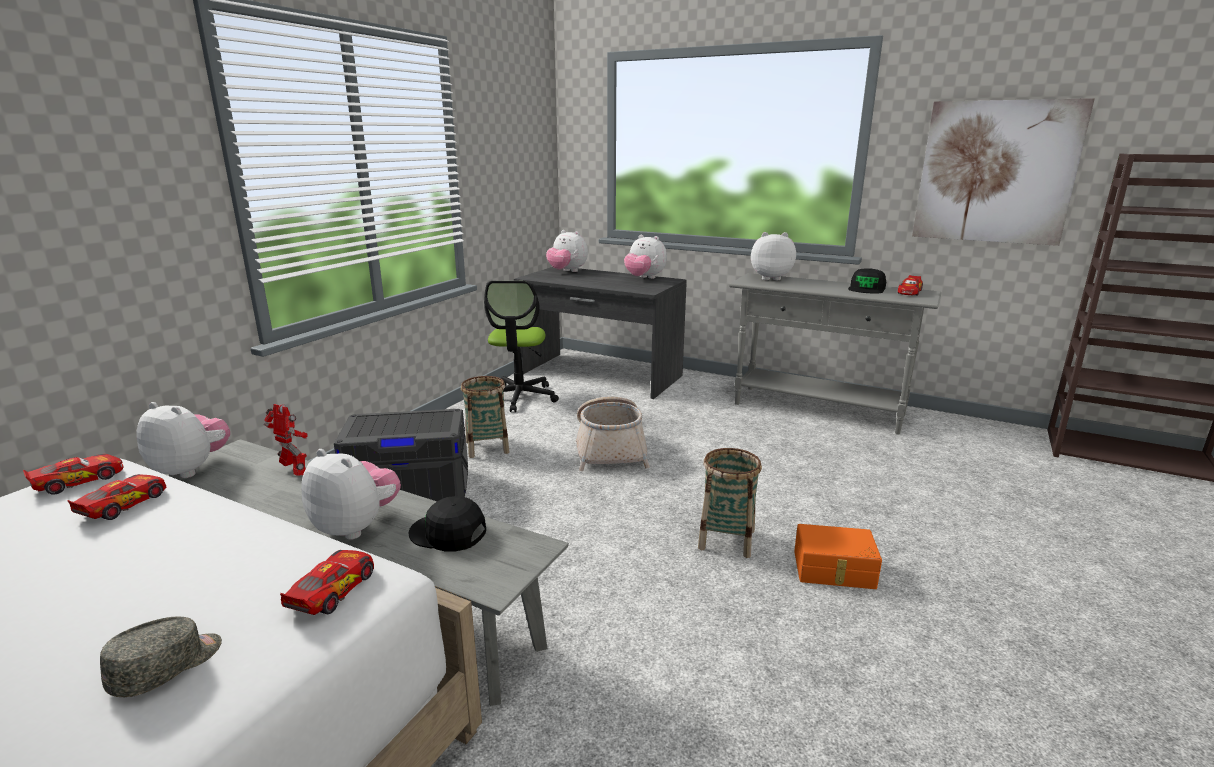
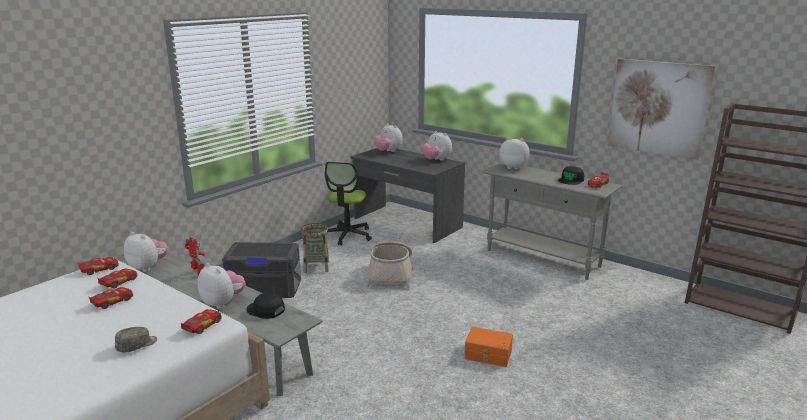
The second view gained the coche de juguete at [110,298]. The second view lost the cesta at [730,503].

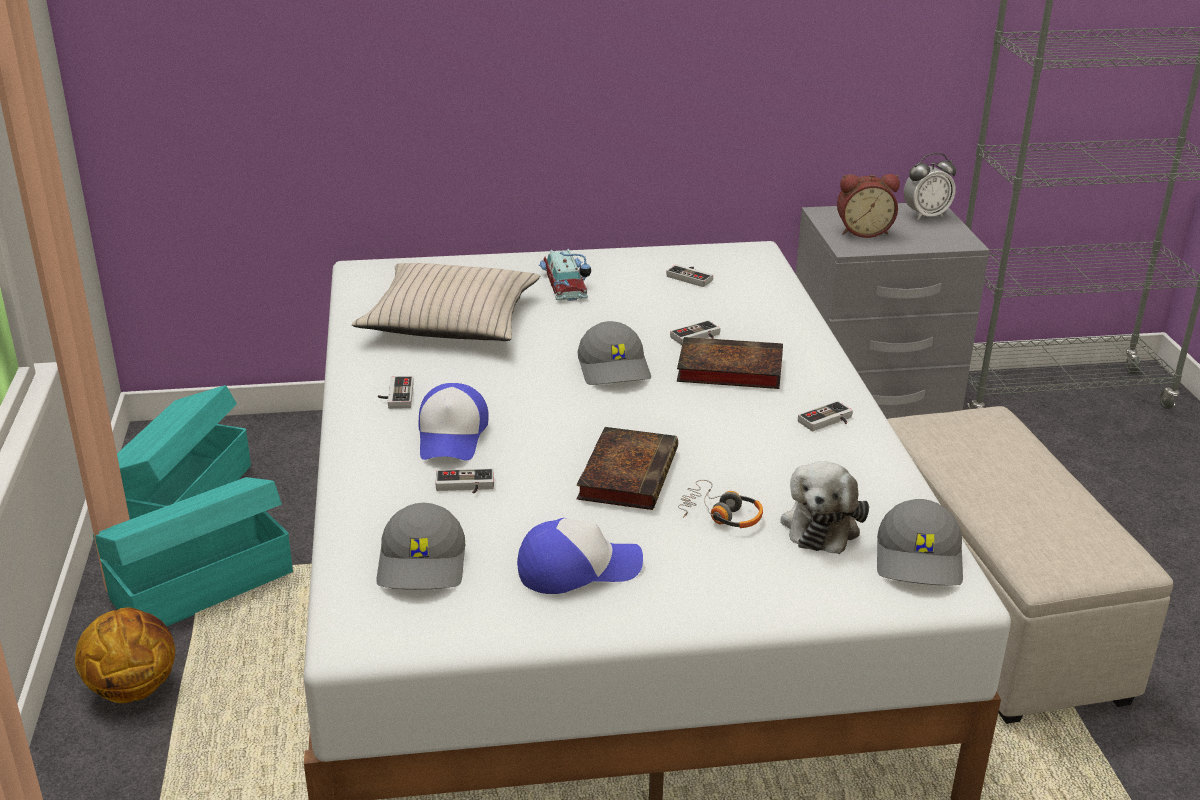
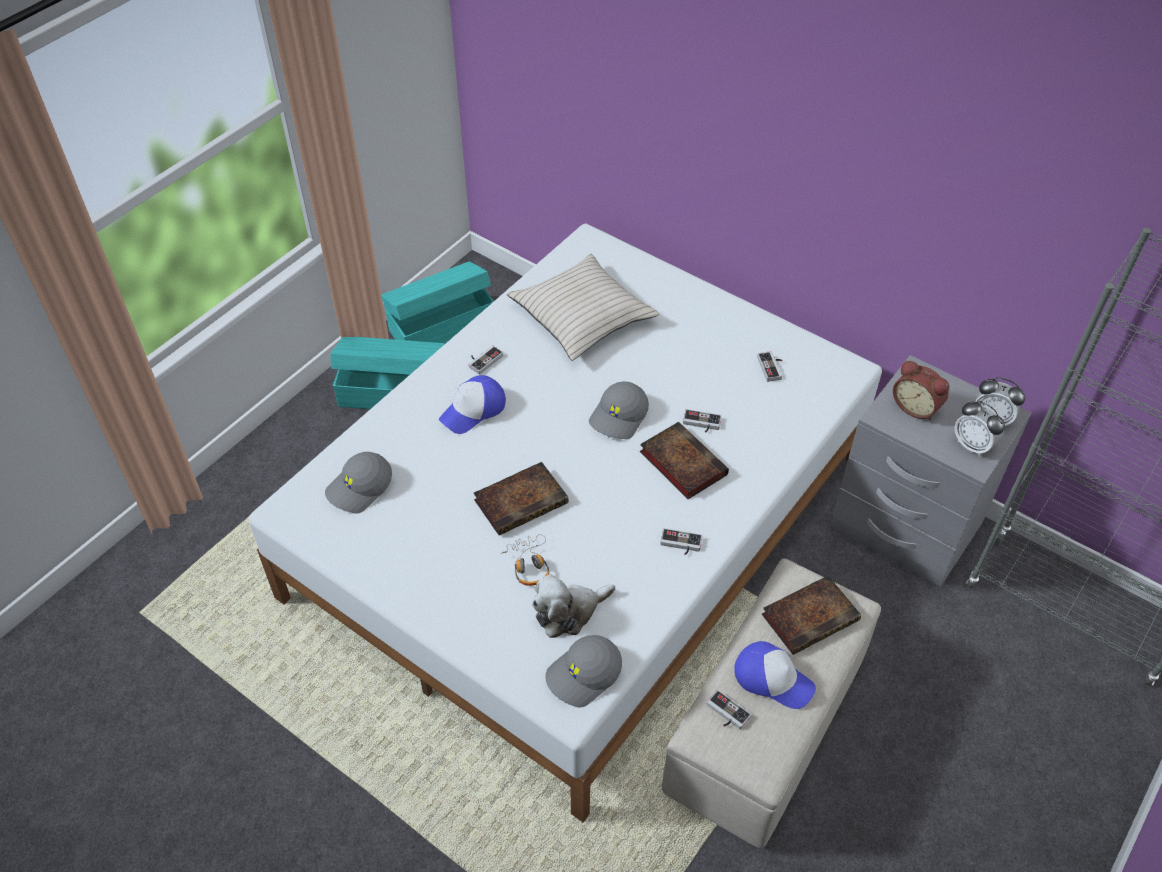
The mando de consola ended up elsewhere, having gone from [465,481] to [729,709]. The gorra ended up elsewhere, having gone from [580,556] to [775,675]. The second view gained the libro at [811,615]. The second view gained the despertador at [980,429]. The second view lost the balón de baloncesto at [125,655]. The second view lost the coche de juguete at [564,275].

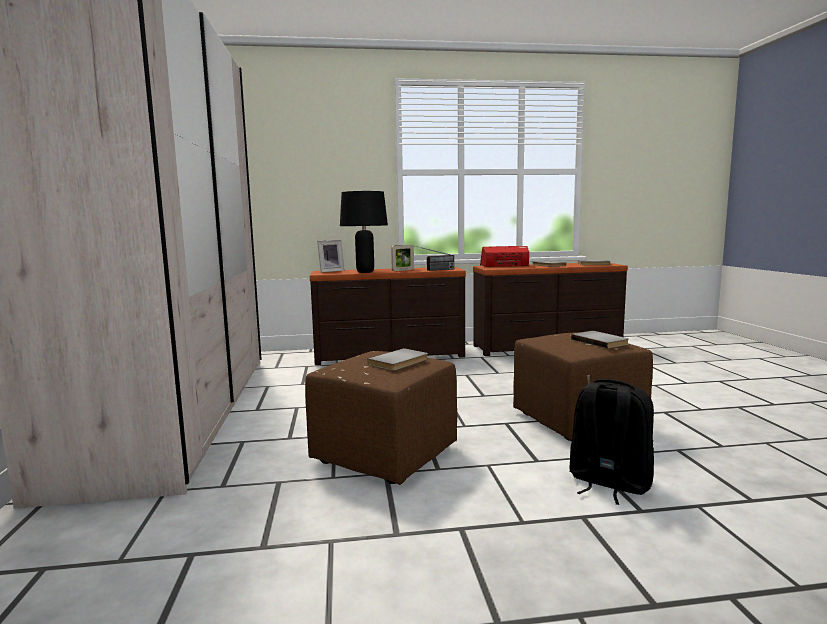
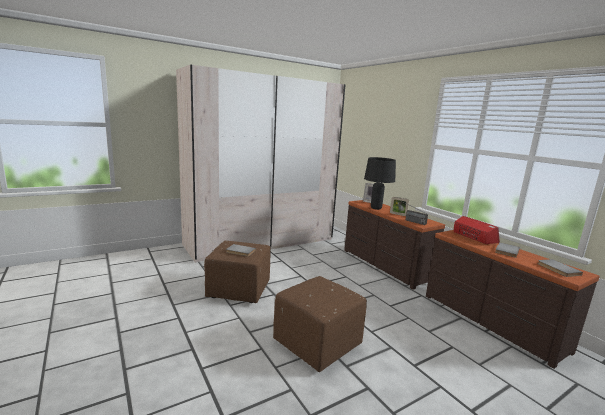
The second view lost the mochila [negro] at [611,442]. The second view lost the libro [gris] at [600,339].

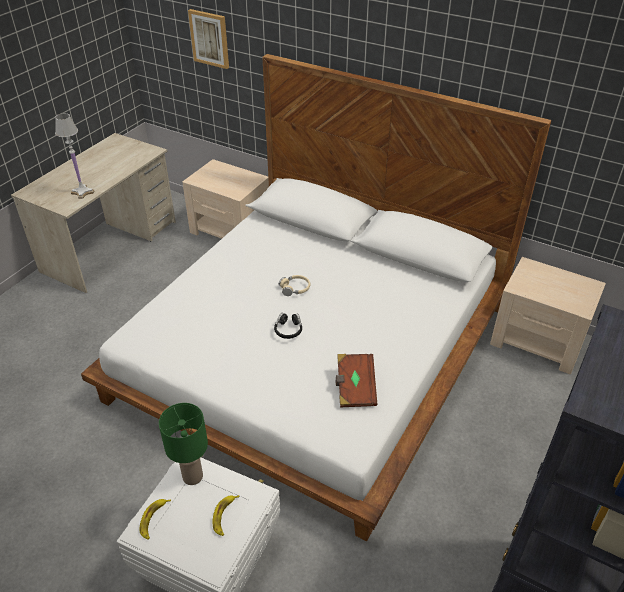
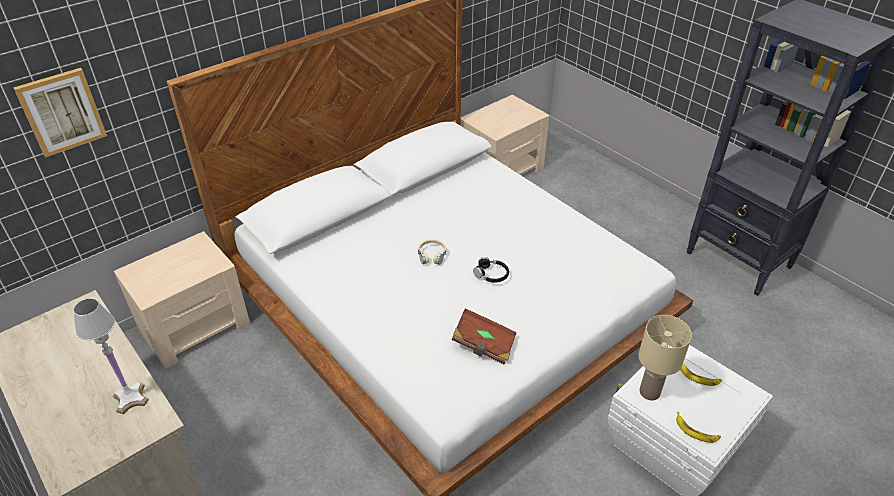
The libro [marrón] ended up elsewhere, having gone from [357,380] to [484,336]. What was the lámpara de mesa [verde] at [183,444] turned into the lámpara de mesa [beis] at [665,358].

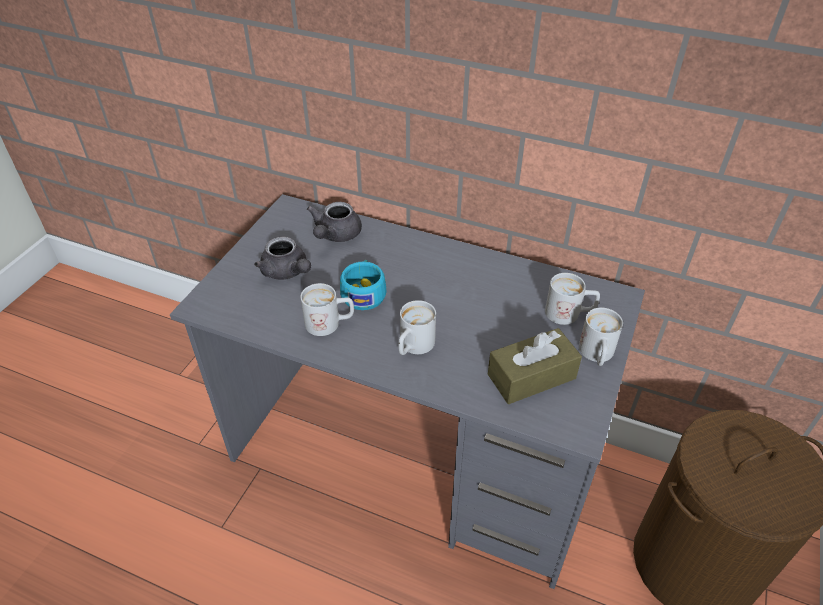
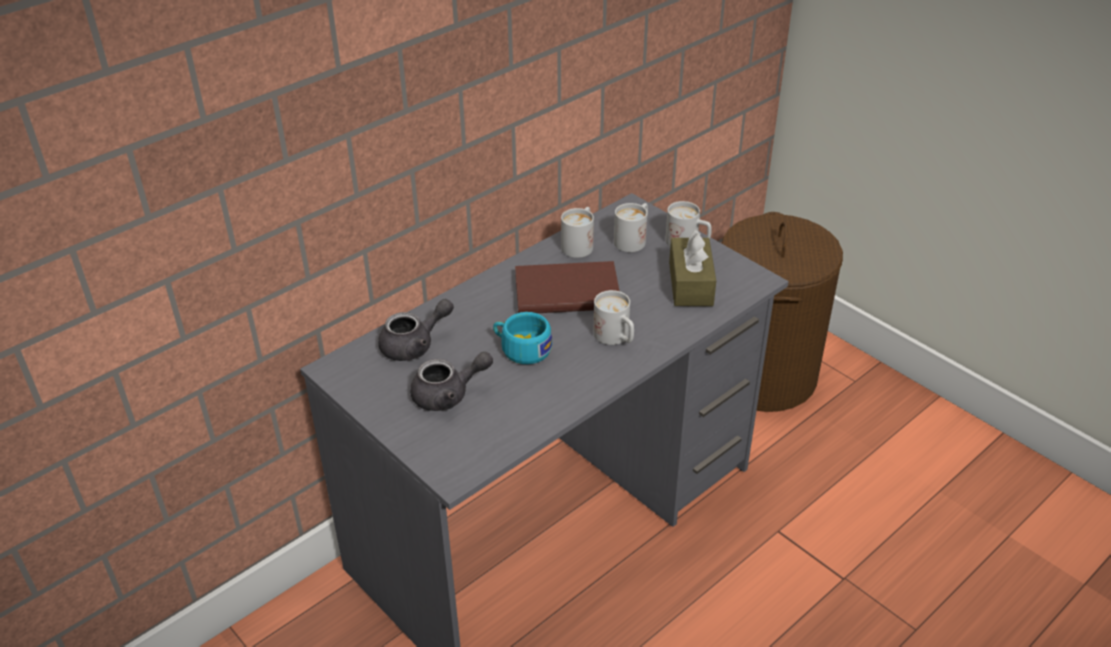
The tetera [gris] at [334,222] ended up facing another way, 75 degrees counterclockwise from before. The second view gained the libro [marrón] at [567,287]. The taza grande [blanco] ended up elsewhere, having gone from [327,309] to [577,232].

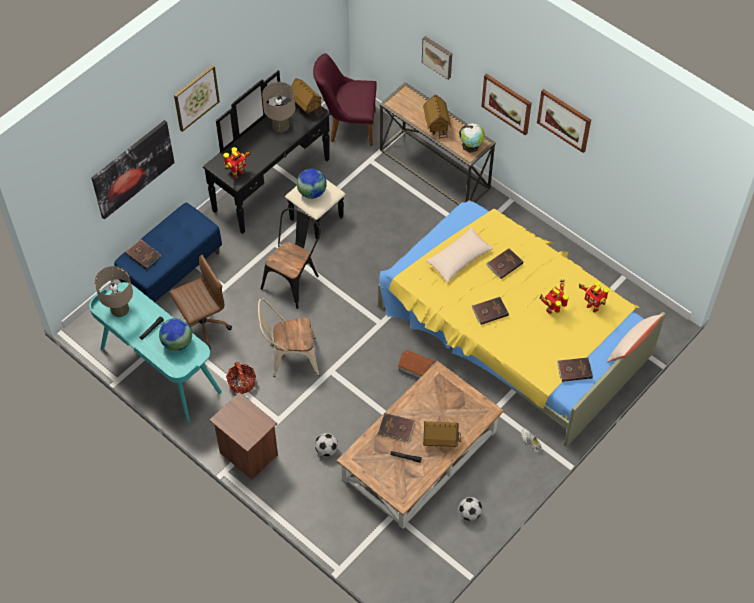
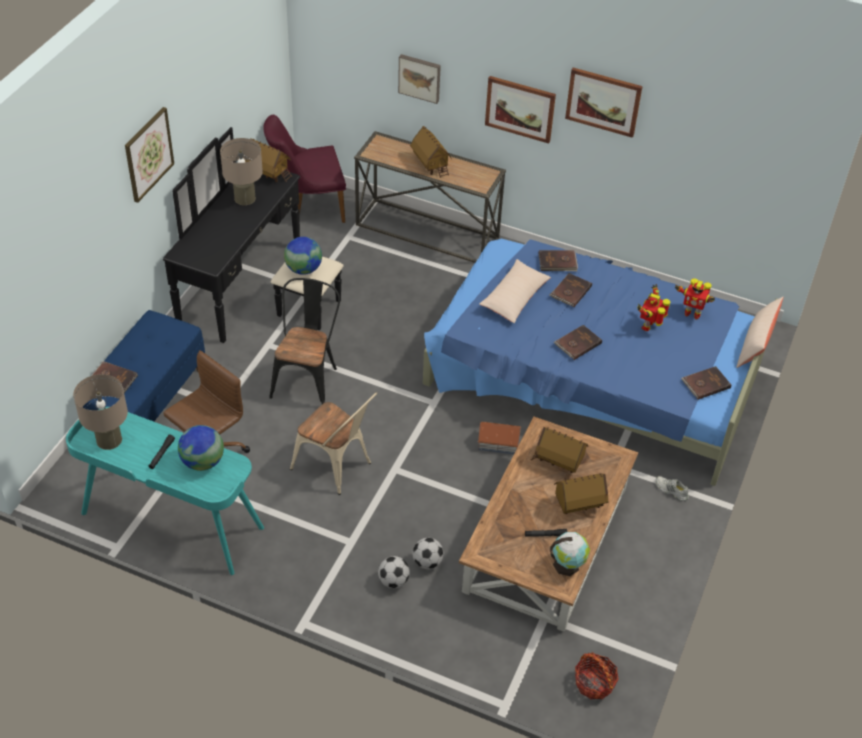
The silla [beis] at [288,337] ended up facing another way, 120 degrees counterclockwise from before. The balón de fútbol ended up elsewhere, having gone from [470,509] to [394,572]. What was the cama [amarillo] at [521,323] turned into the cama [azul] at [600,362]. The second view gained the casita at [559,450]. The libro [marrón] ended up elsewhere, having gone from [396,427] to [558,260]. The globo terráqueo ended up elsewhere, having gone from [471,138] to [570,554]. The cesta ended up elsewhere, having gone from [241,378] to [597,675]. The second view lost the cuadro at [133,170]. The second view lost the mesita de noche [marrón] at [244,436]. The second view lost the robot de juguete at [237,162].

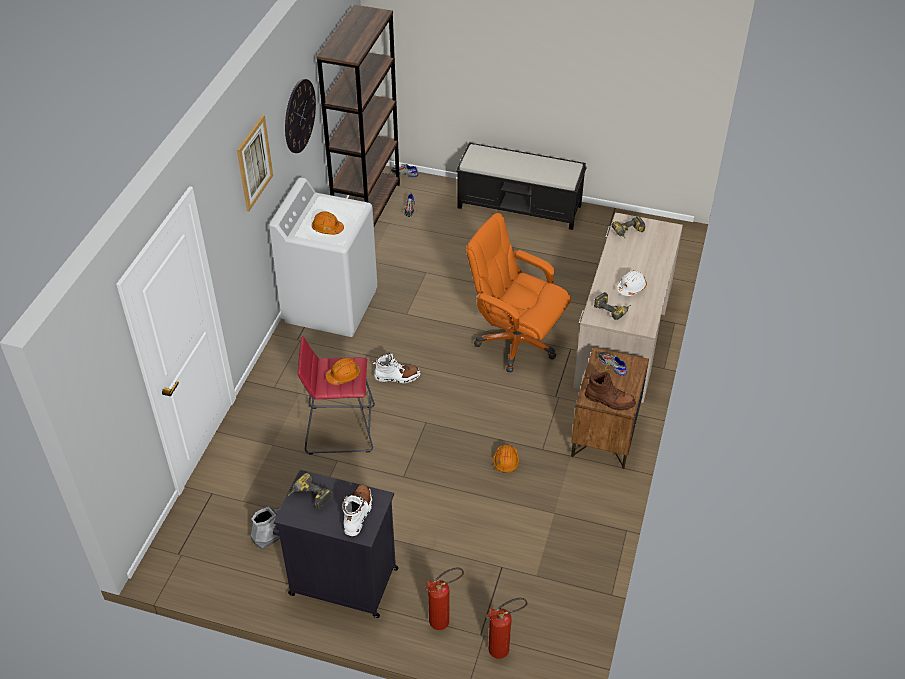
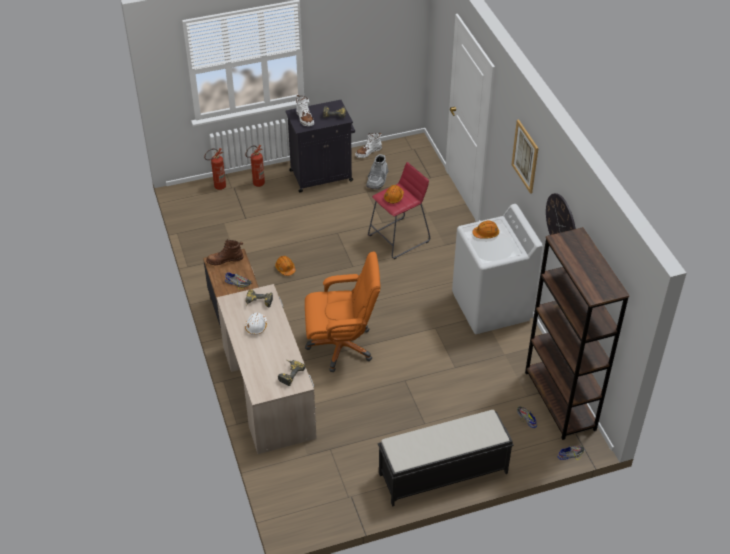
The bota [blanco] ended up elsewhere, having gone from [396,368] to [368,145].

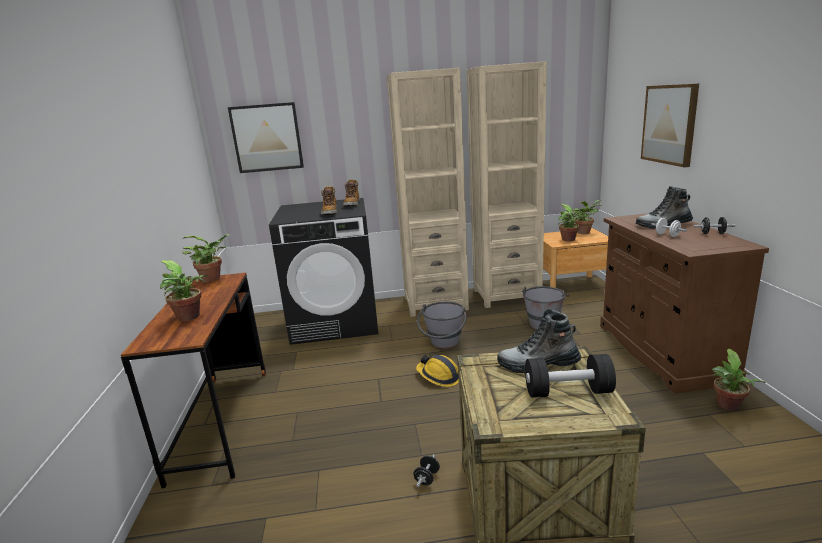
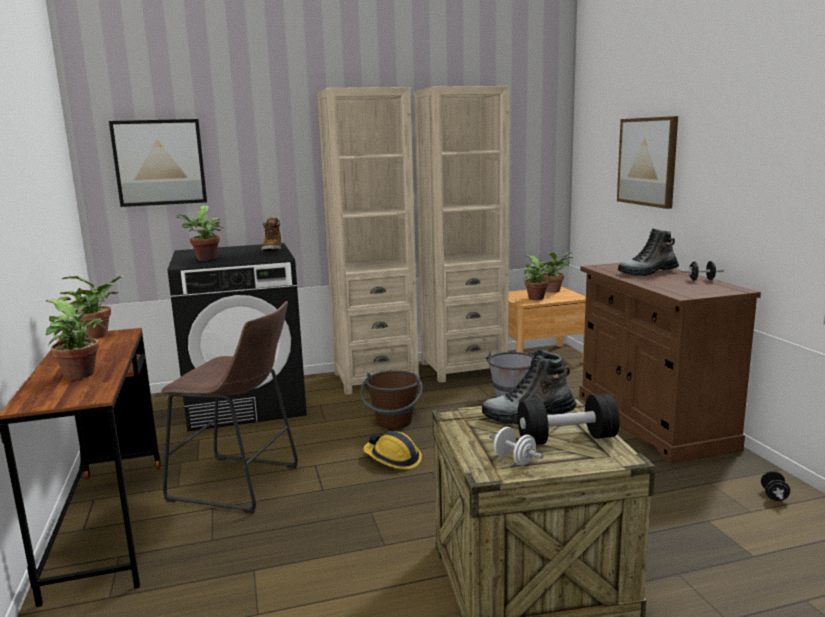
The second view gained the taburete [marrón] at [229,407]. The planta en maceta ended up elsewhere, having gone from [738,380] to [199,233]. What was the cubo [gris] at [441,325] turned into the cubo [marrón] at [391,399]. The mancuerna [blanco] ended up elsewhere, having gone from [669,227] to [516,446]. The mancuerna [negro] ended up elsewhere, having gone from [427,470] to [775,486]. The second view lost the bota at [329,200].

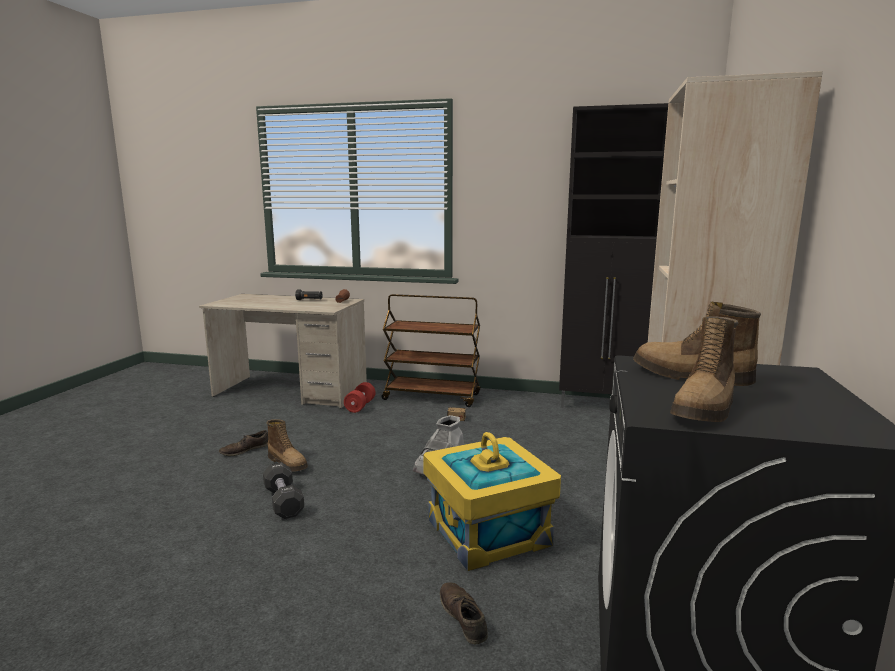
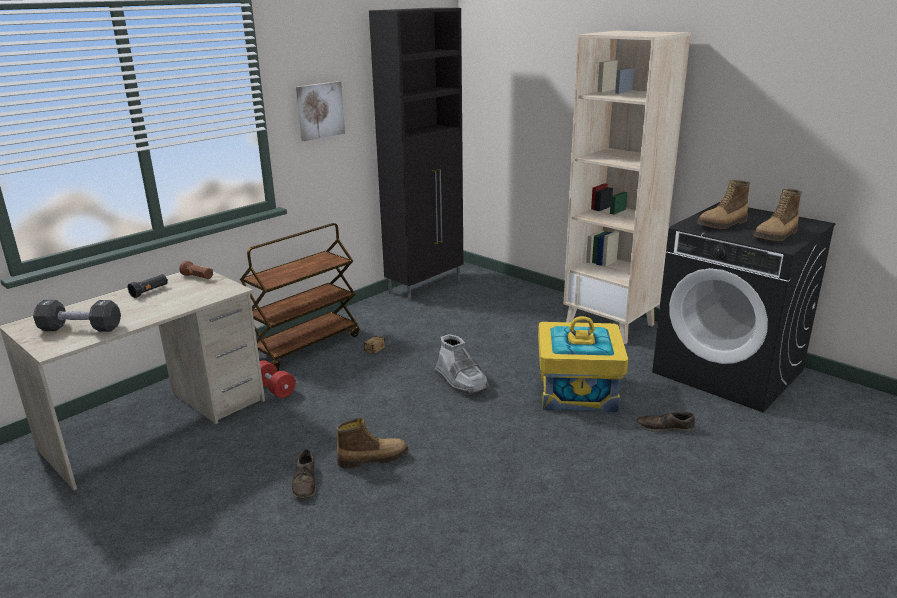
The mancuerna [negro] ended up elsewhere, having gone from [283,490] to [77,316]. The second view gained the cuadro at [320,111]. The bota at [704,369] ended up facing another way, 75 degrees clockwise from before.

